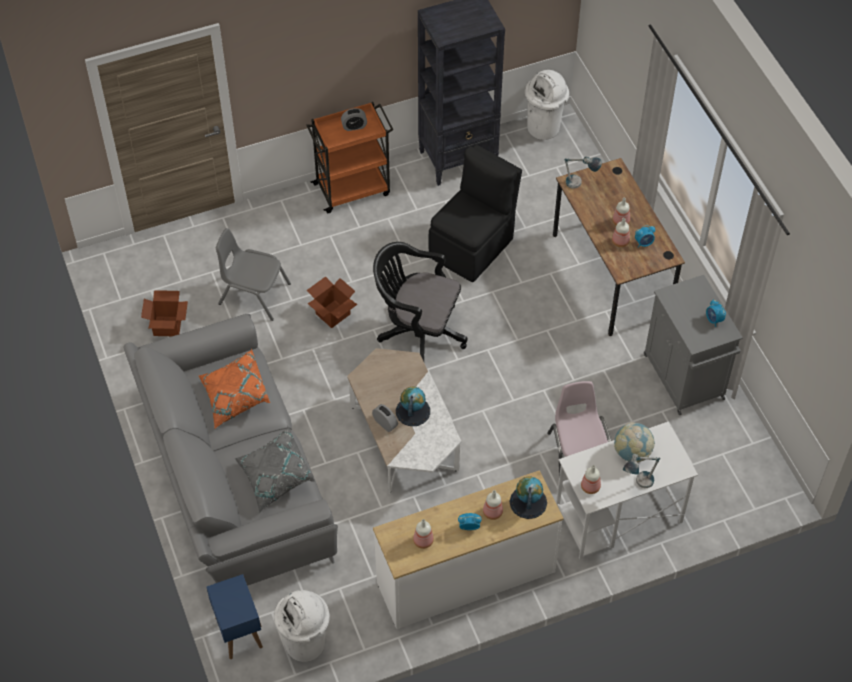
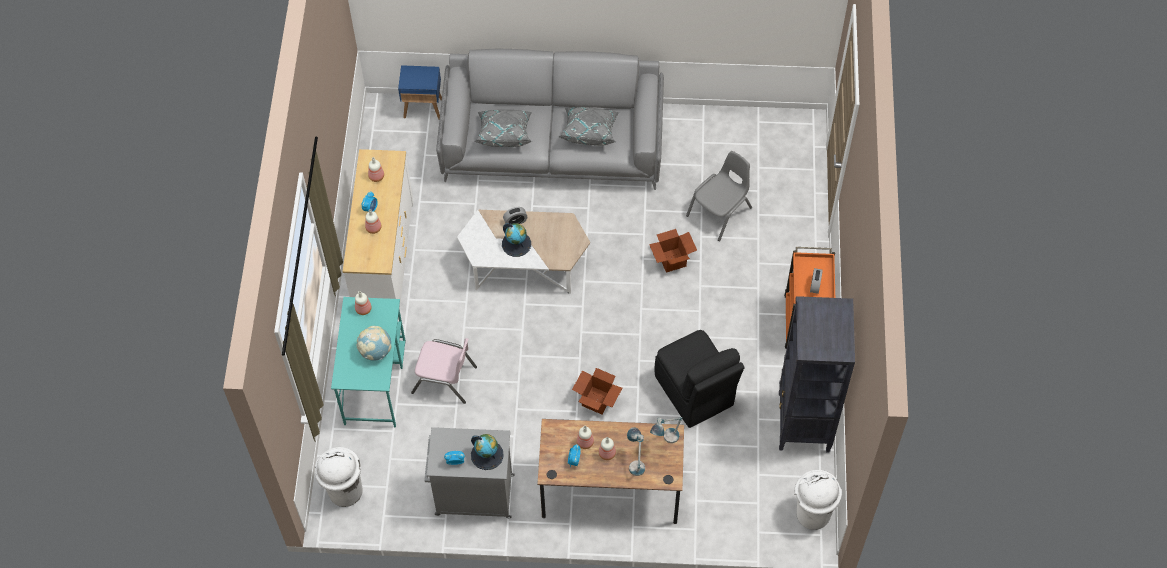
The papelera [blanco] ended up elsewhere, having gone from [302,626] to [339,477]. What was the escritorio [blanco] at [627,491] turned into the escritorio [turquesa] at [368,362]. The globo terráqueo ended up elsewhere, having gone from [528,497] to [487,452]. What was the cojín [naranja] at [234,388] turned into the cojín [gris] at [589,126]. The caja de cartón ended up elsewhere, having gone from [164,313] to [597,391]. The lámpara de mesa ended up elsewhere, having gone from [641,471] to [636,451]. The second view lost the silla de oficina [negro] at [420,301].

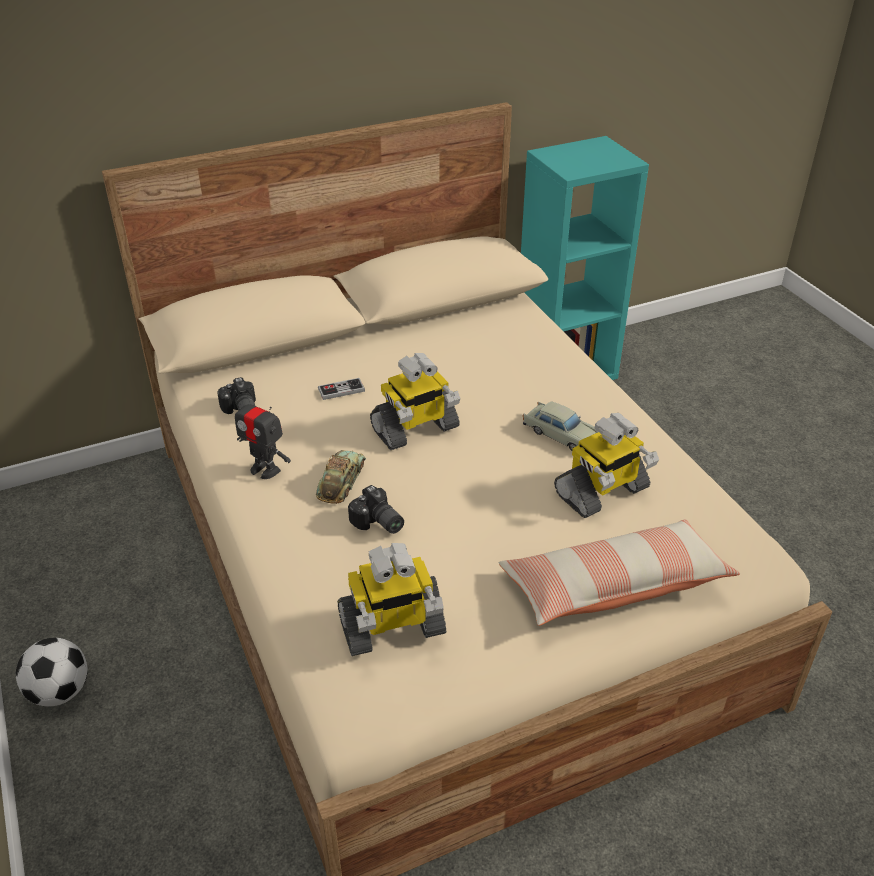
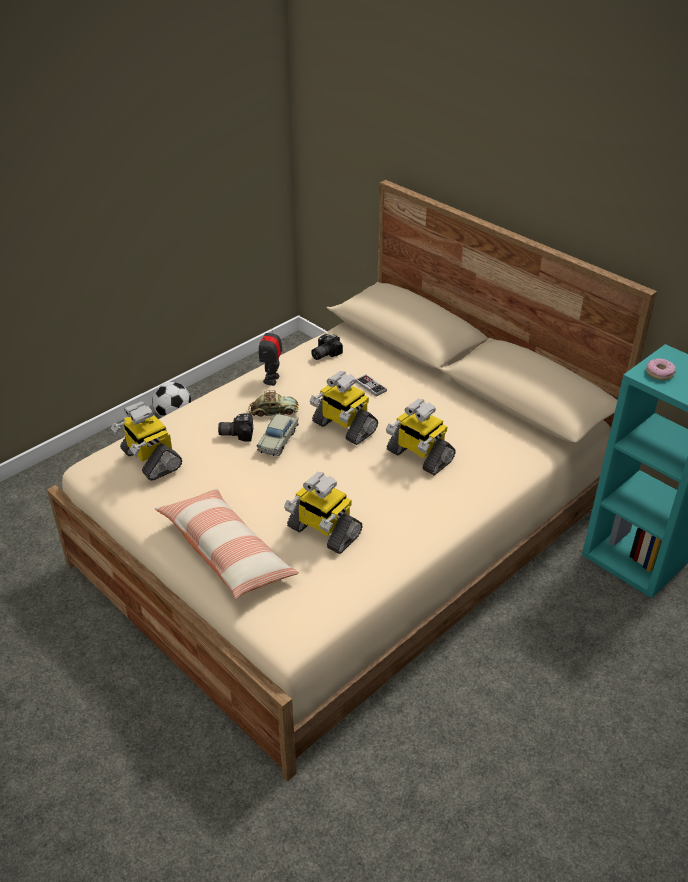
The cámara at [376,509] ended up facing another way, 60 degrees clockwise from before. The coche de juguete [beis] ended up elsewhere, having gone from [560,426] to [278,434]. The second view gained the robot de juguete at [420,437]. The second view gained the rosquilla at [661,369].

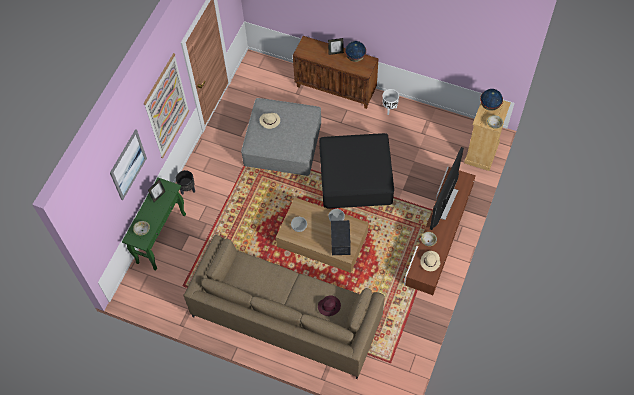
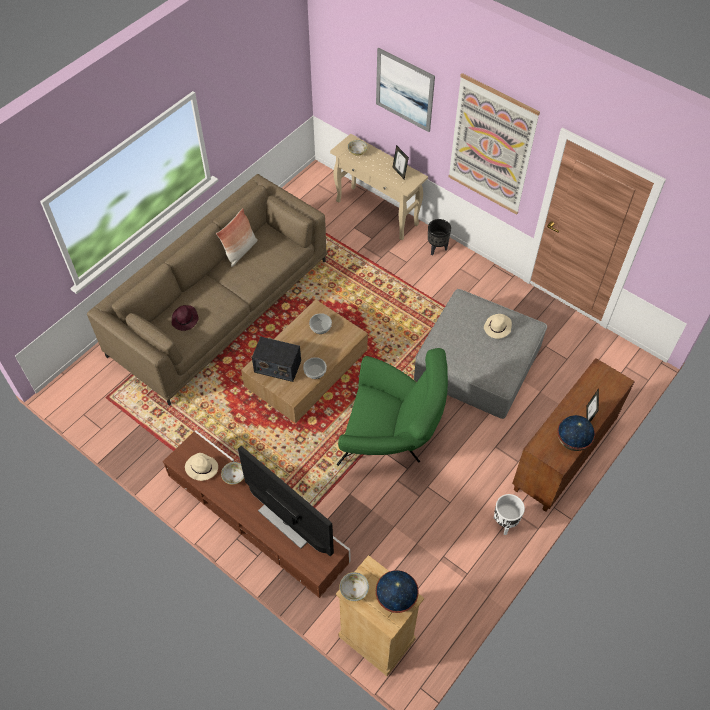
The second view gained the cojín at [237,237]. What was the mesa consola [verde] at [154,224] turned into the mesa consola [beis] at [379,187]. Where the puf [negro] stood at [356,171], the sillón [verde] came to stand at [392,407].

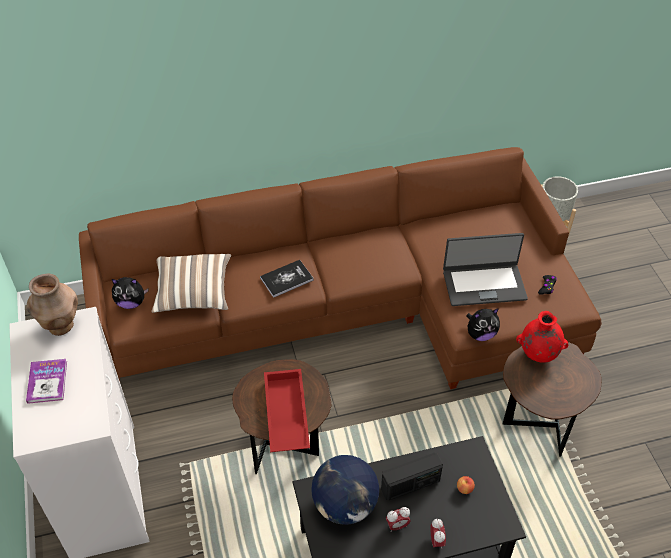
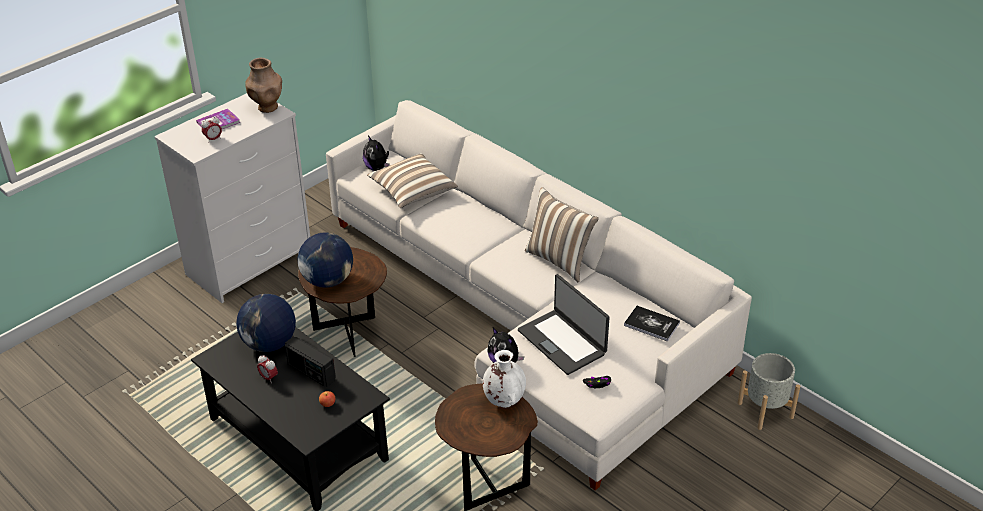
The despertador ended up elsewhere, having gone from [438,534] to [211,129]. Where the bandeja [rojo] stood at [287,410], the globo terráqueo came to stand at [325,260]. What was the sofá [marrón] at [340,268] turned into the sofá [blanco] at [539,295]. What was the florero [rojo] at [542,337] turned into the florero [blanco] at [504,379]. The second view gained the cojín at [562,234]. The libro ended up elsewhere, having gone from [287,279] to [652,324].

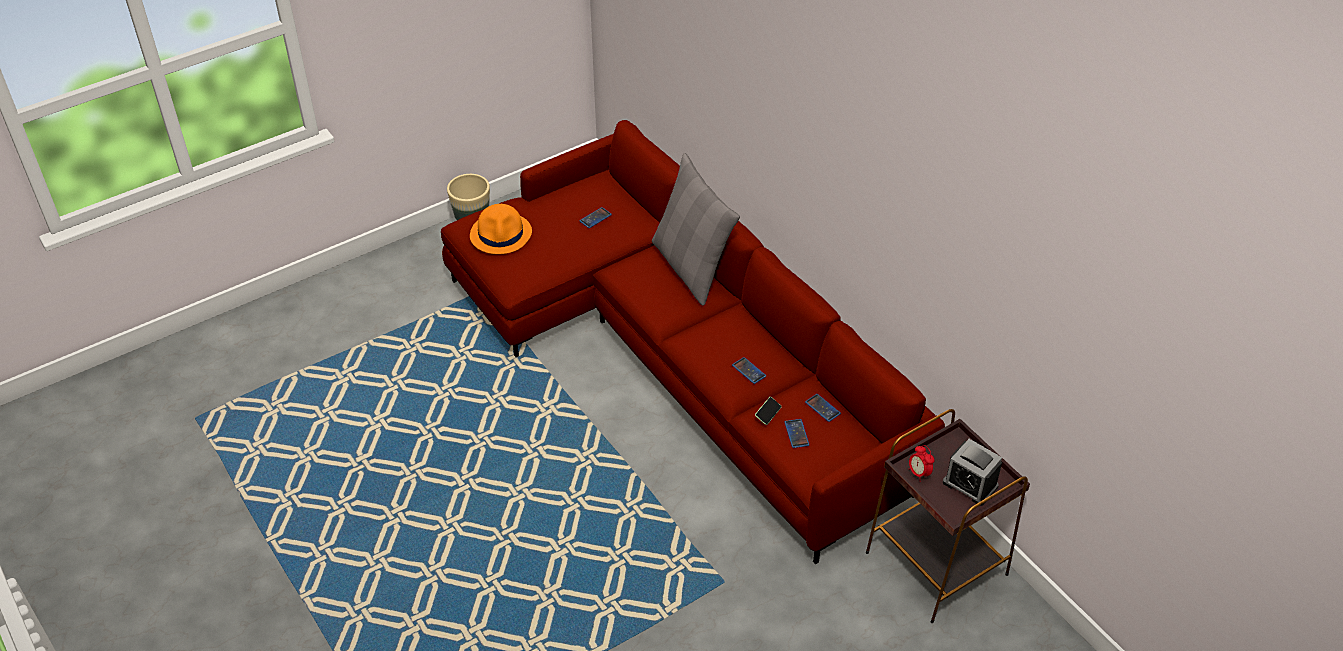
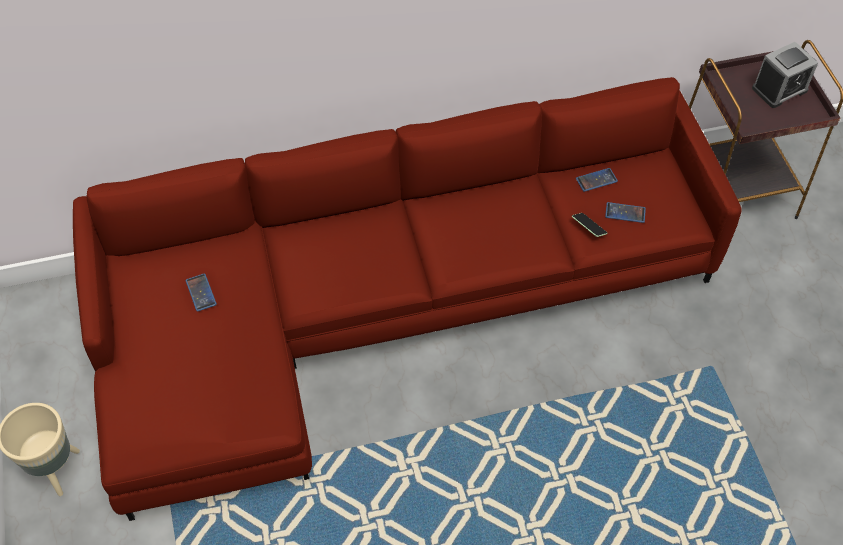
The second view lost the sombrero [naranja] at [501,229]. The second view lost the cojín [gris] at [696,229]. The second view lost the móvil at [749,370]. The second view lost the despertador at [922,463].

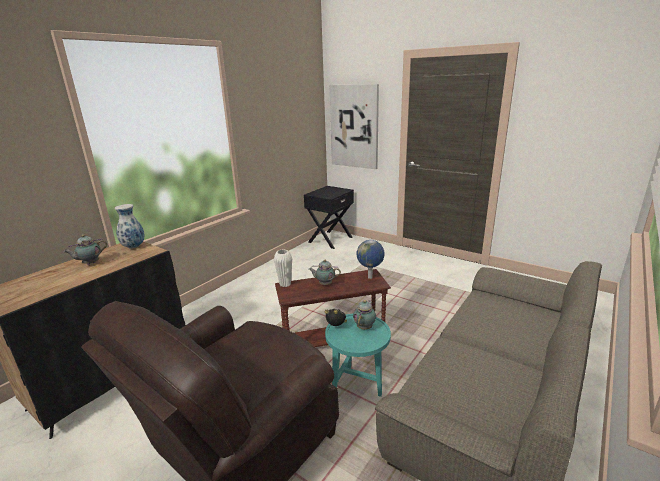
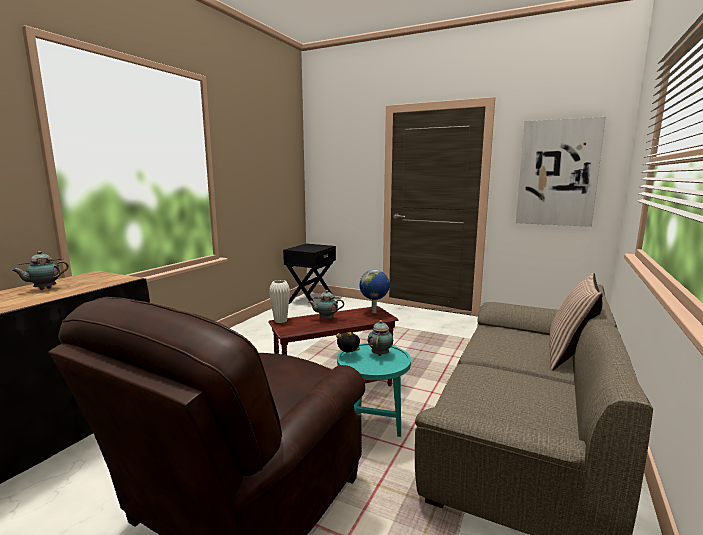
The cuadro ended up elsewhere, having gone from [354,126] to [561,172]. The second view gained the cojín at [576,322]. The second view lost the florero at [130,226].

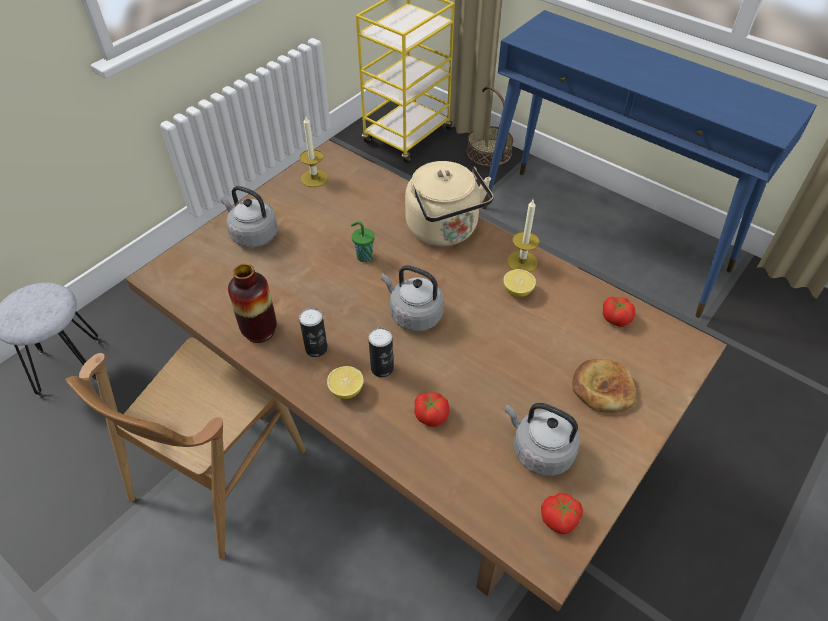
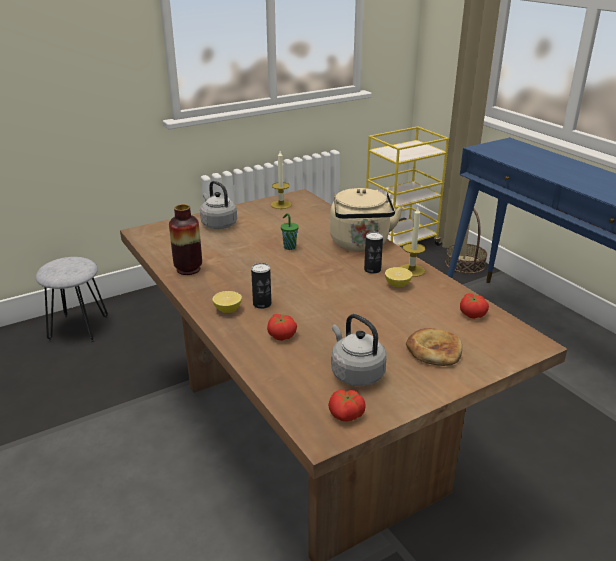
The lata ended up elsewhere, having gone from [313,332] to [373,253]. The second view lost the silla [marrón] at [186,448]. The second view lost the hervidor [gris] at [412,298].

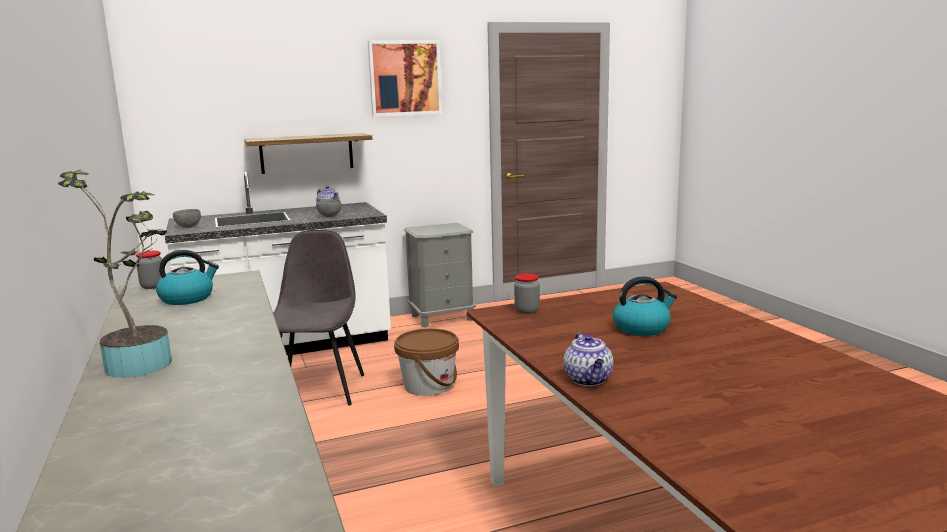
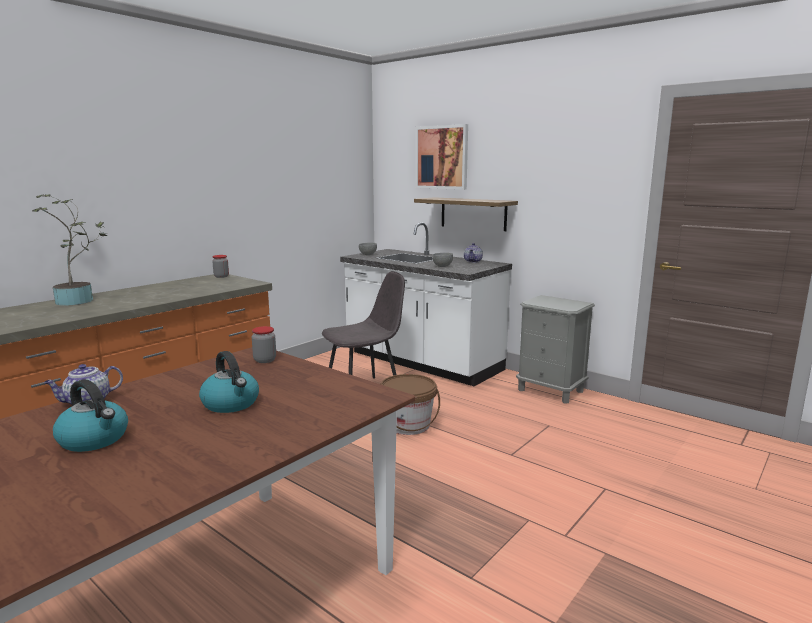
The hervidor ended up elsewhere, having gone from [187,277] to [90,415]. The cuadro ended up elsewhere, having gone from [405,78] to [441,157].

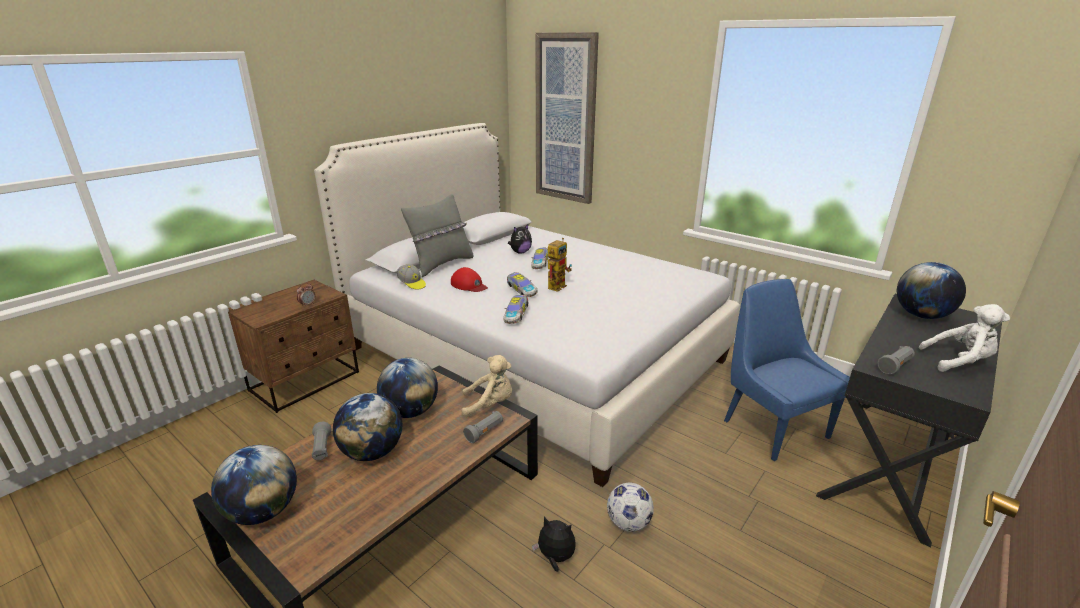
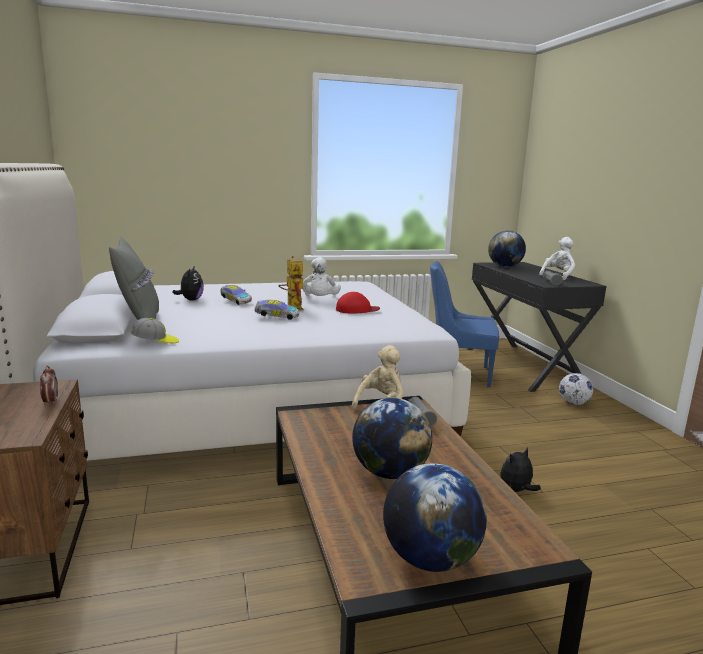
The second view gained the peluche [blanco] at [322,276]. The gorra [rojo] ended up elsewhere, having gone from [469,279] to [358,302]. The balón de fútbol ended up elsewhere, having gone from [630,507] to [576,389]. The second view lost the linterna [gris] at [321,441]. The second view lost the globo terráqueo at [407,388]. The second view lost the coche de juguete at [516,309]. The second view lost the cuadro at [567,118].

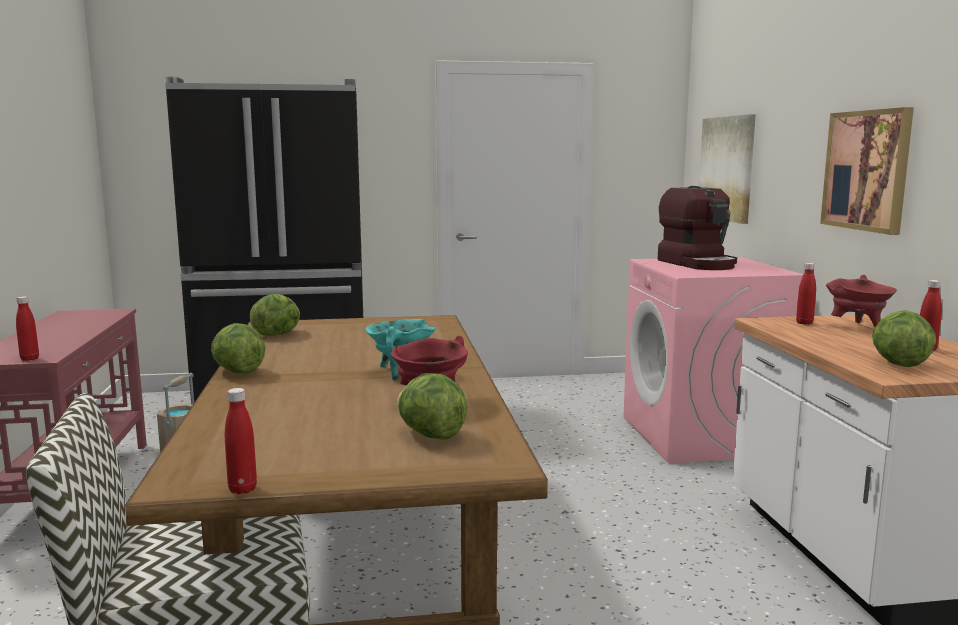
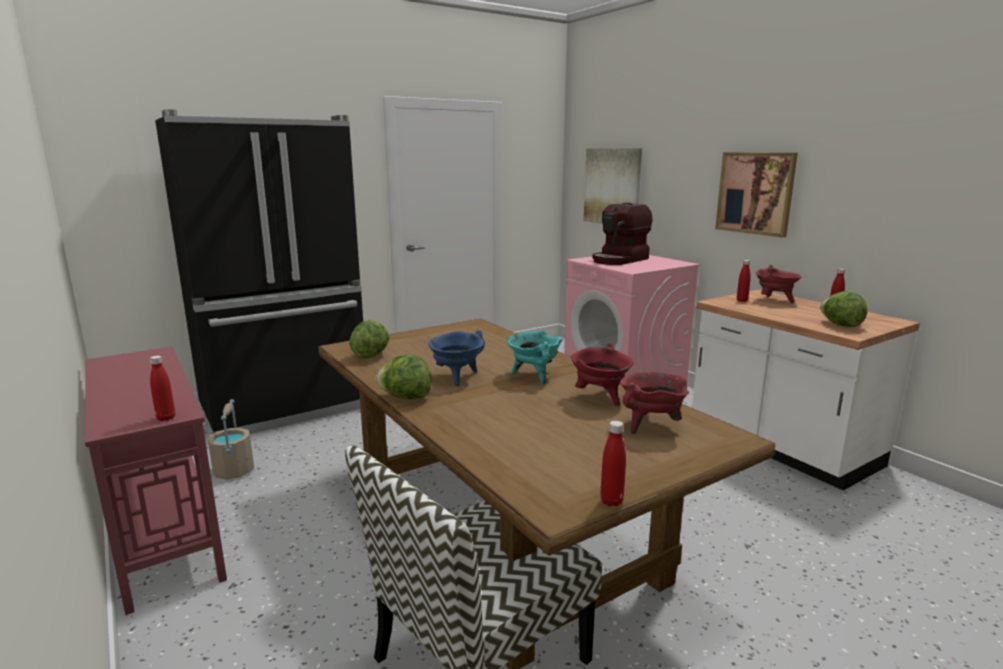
The second view gained the olla [azul] at [456,358]. The cafetera at [697,228] ended up facing another way, 90 degrees clockwise from before. Where the lechuga stood at [432,406], the olla [rojo] came to stand at [654,403].

